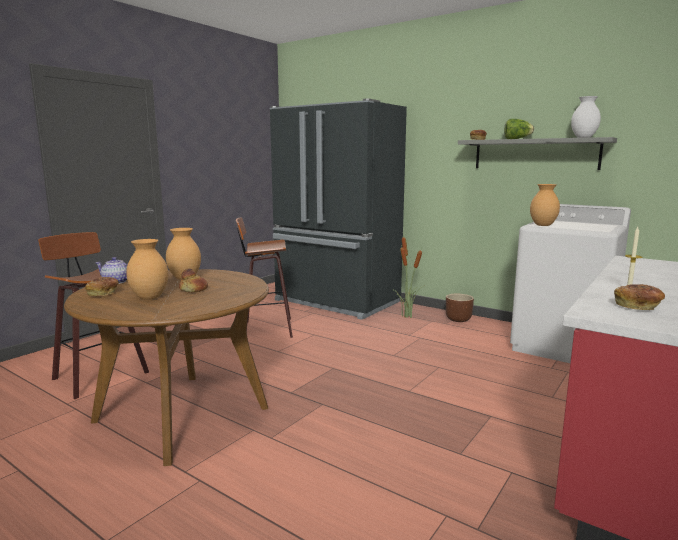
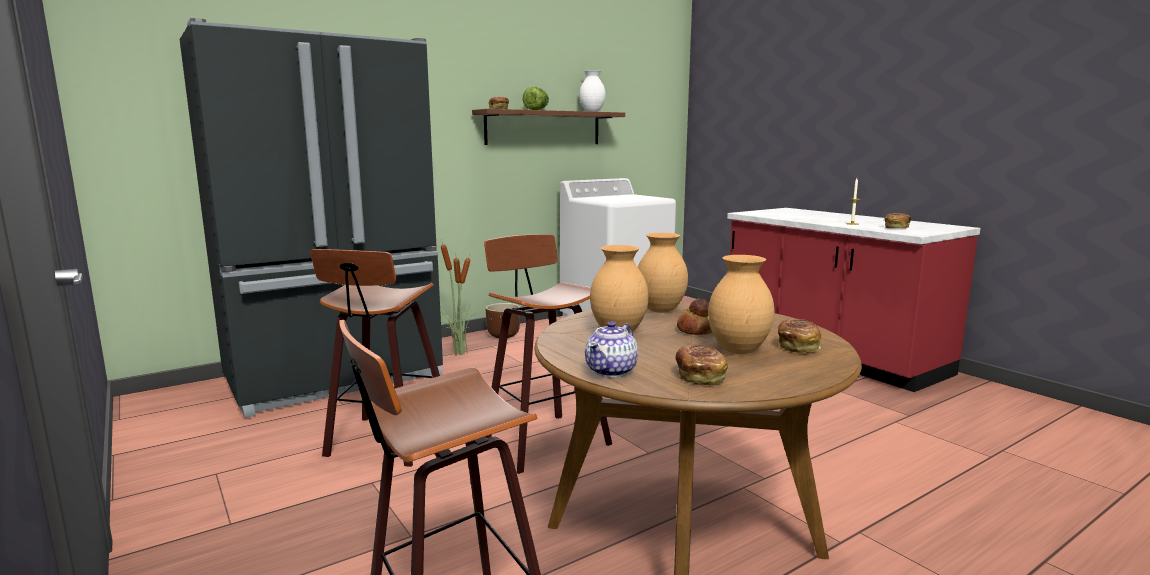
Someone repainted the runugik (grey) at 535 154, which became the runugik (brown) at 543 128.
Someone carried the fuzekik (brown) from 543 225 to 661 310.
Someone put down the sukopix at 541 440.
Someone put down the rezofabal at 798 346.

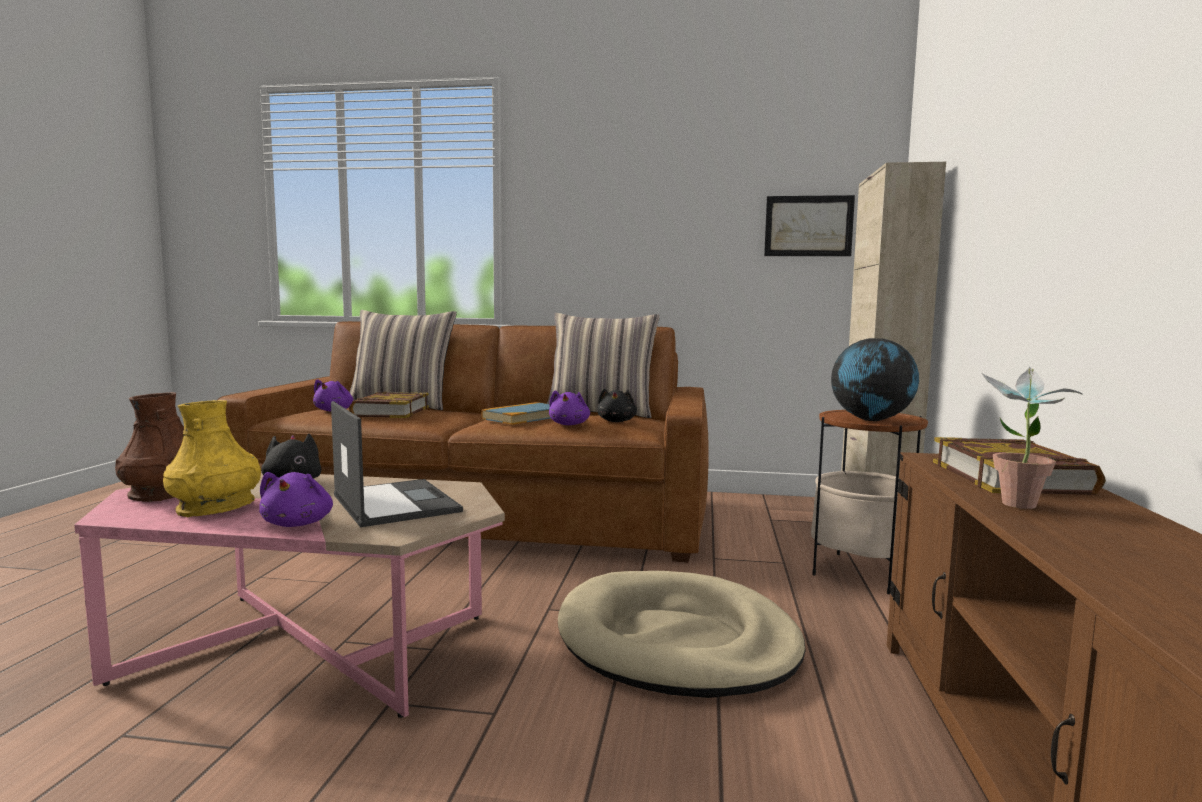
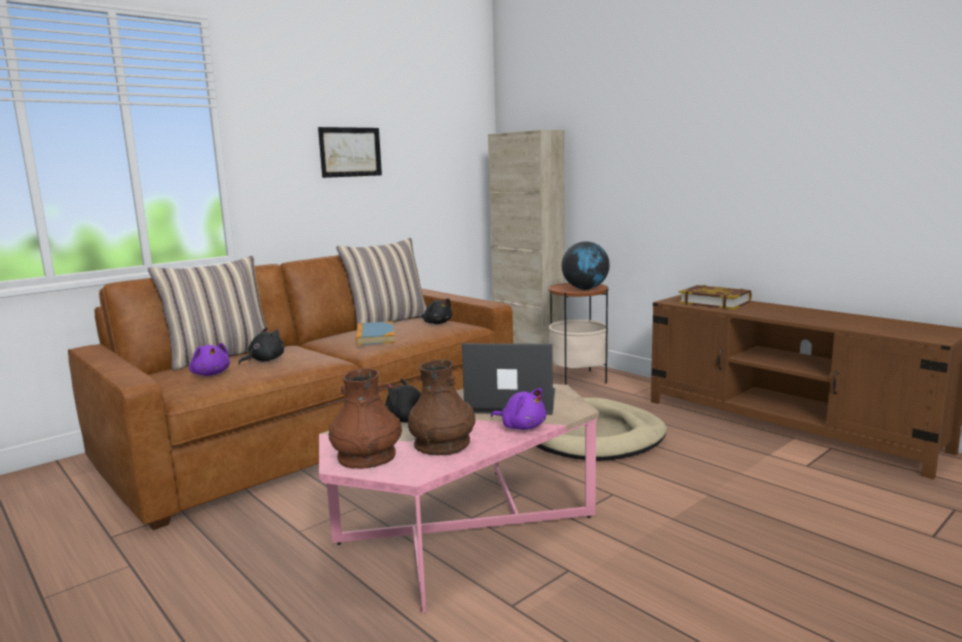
Someone carried the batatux from 808 226 to 350 152.
Someone took away the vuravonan at 1018 507.
Someone took away the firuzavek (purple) at 569 424.
Someone swapped the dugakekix at 390 412 for the firuzavek (black) at 264 360.
Someone repainted the fuzekik (yellow) at 216 507, which became the fuzekik (brown) at 442 444.

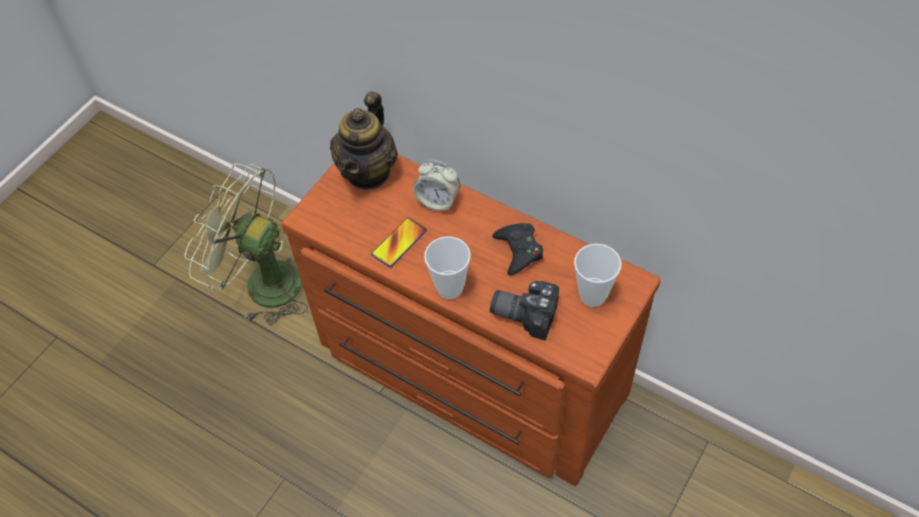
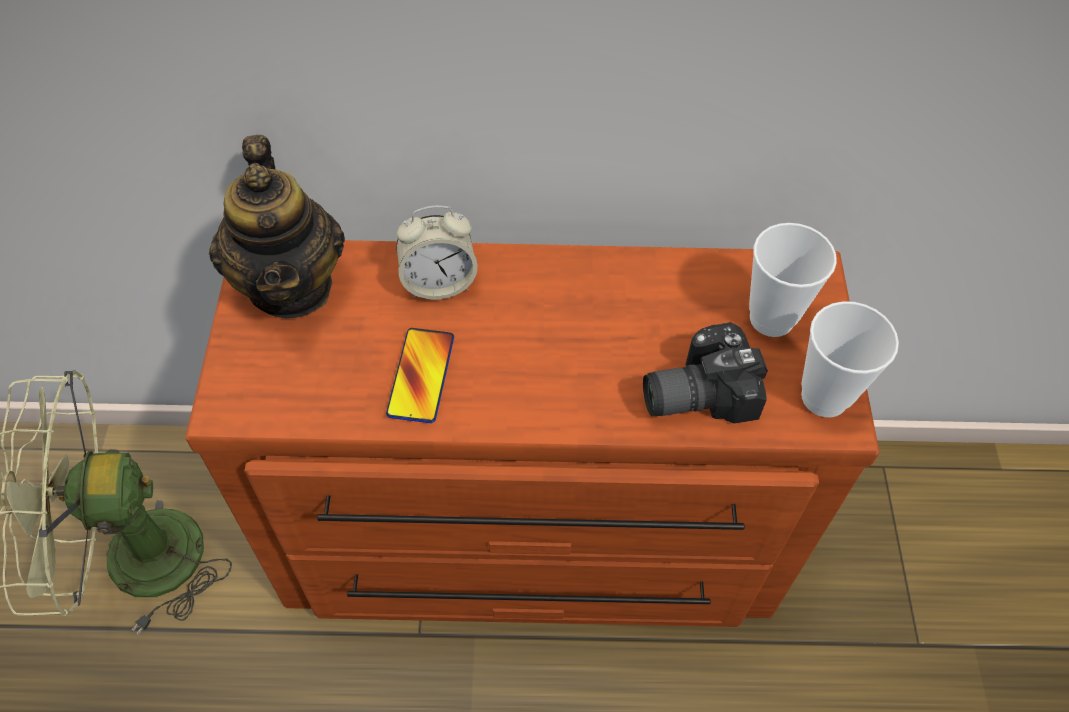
Someone took away the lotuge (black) at 519 250.
Someone carried the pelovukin from 449 288 to 824 397.

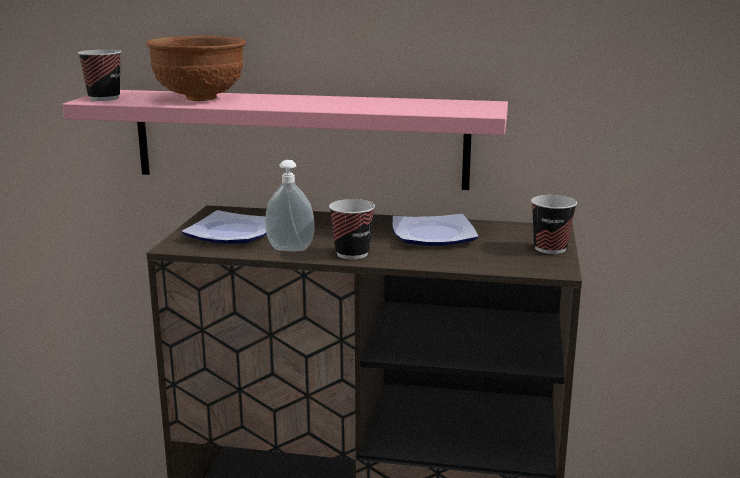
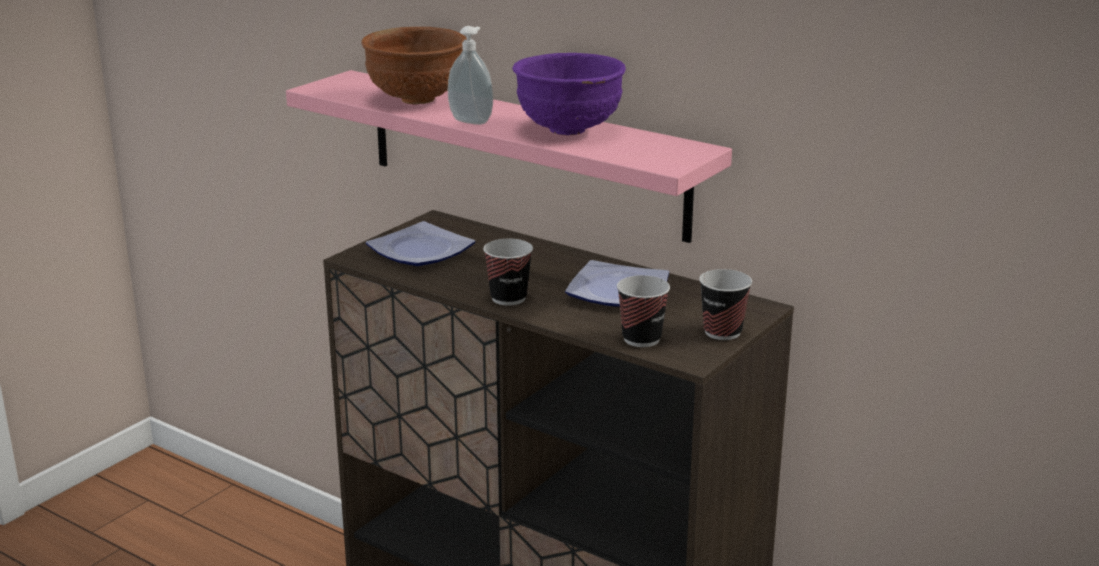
Someone carried the pelovukin from 104 98 to 641 339.
Someone carried the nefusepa from 291 248 to 472 121.
Someone put down the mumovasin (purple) at 569 130.

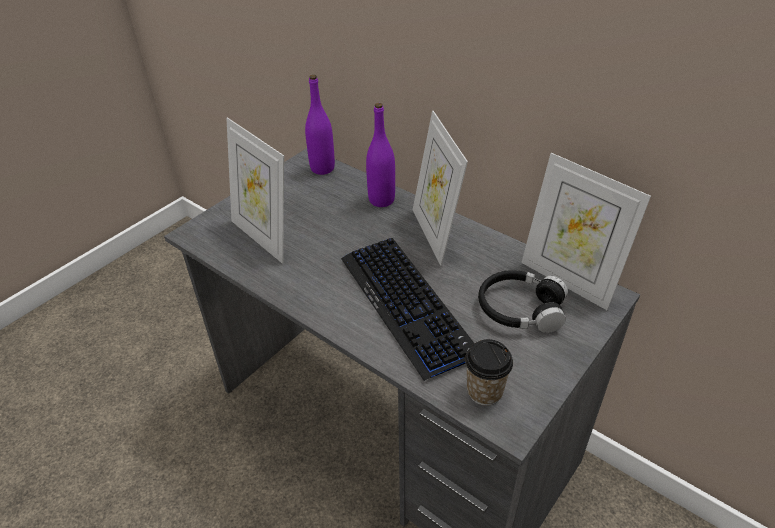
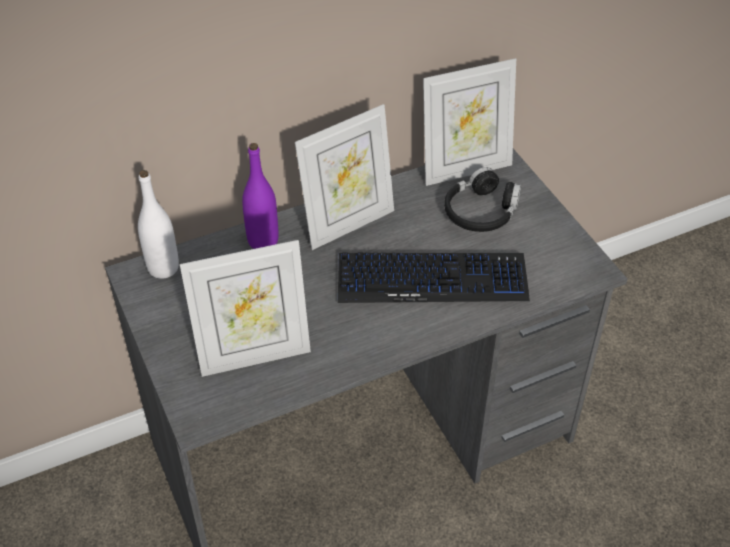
Someone repainted the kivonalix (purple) at 322 168, which became the kivonalix (white) at 163 268.
Someone rotated the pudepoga at 435 234 by 45 degrees counterclockwise.
Someone took away the pelovukin at 484 391.

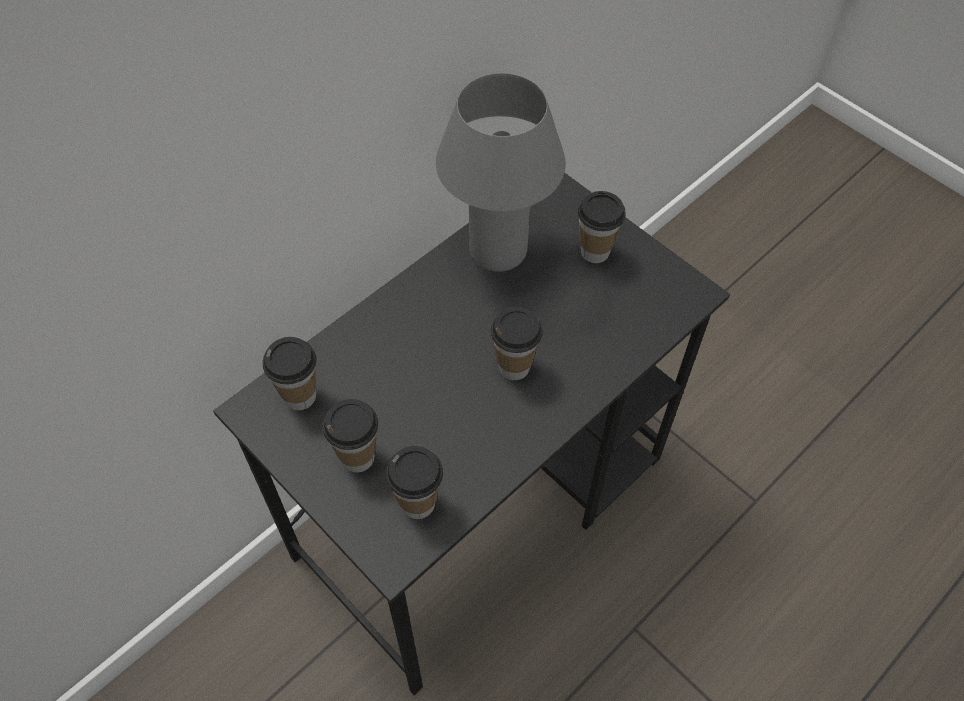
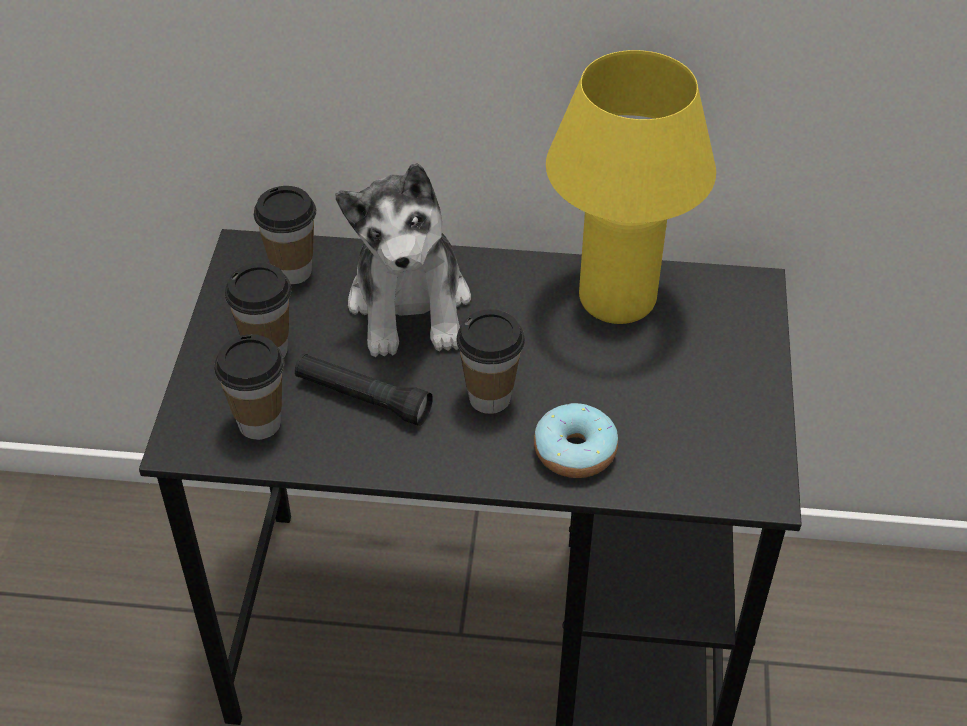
Someone repainted the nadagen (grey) at 498 251, which became the nadagen (yellow) at 617 299.
Someone took away the pelovukin at 595 252.
Someone put down the firuzavek at 410 305.
Someone put down the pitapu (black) at 363 398.
Someone put down the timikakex at 575 451.

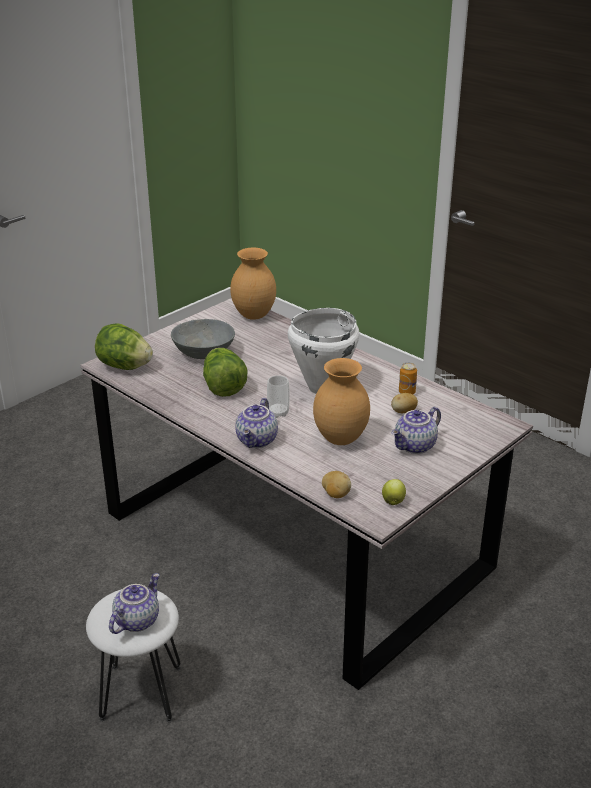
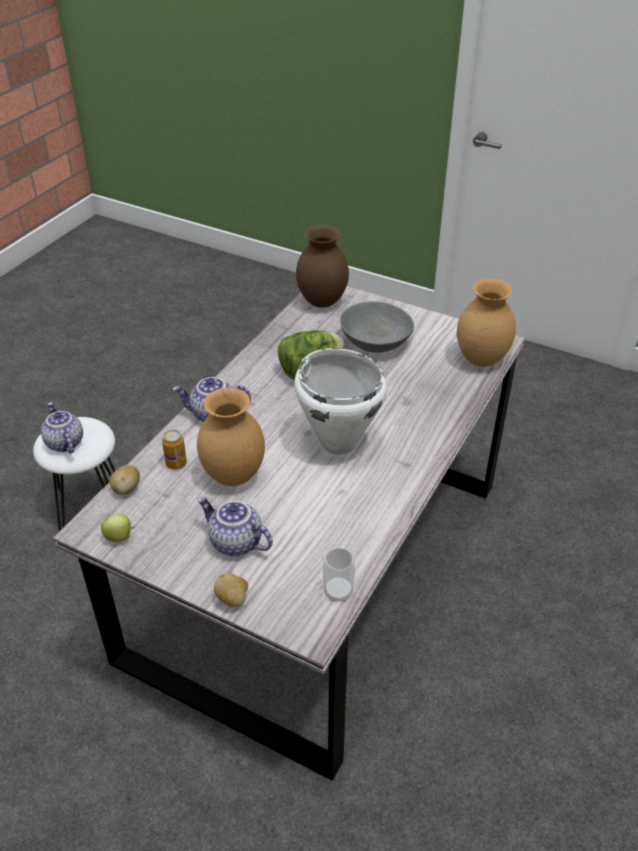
Someone swapped the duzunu at 124 366 for the fuzekik (brown) at 323 301.
Someone carried the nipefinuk from 407 392 to 176 463.
Someone carried the pelovukin from 278 413 to 338 592.
Someone carried the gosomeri from 403 412 to 232 599.
Someone rotated the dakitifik at 136 620 by 135 degrees counterclockwise.

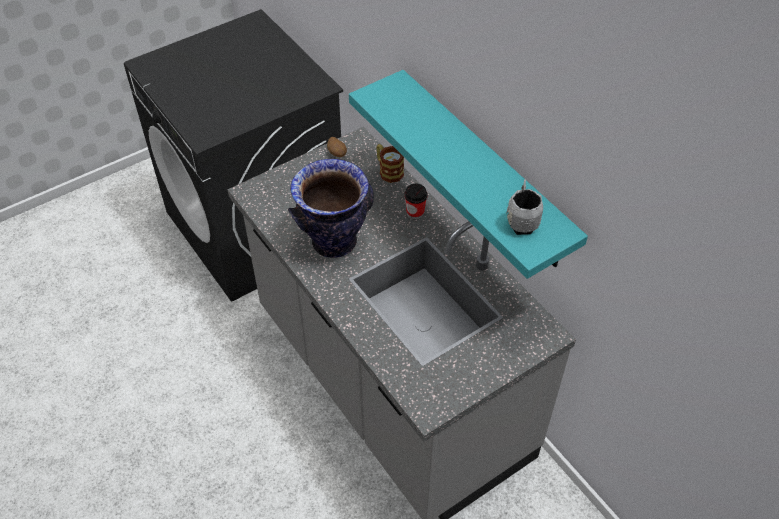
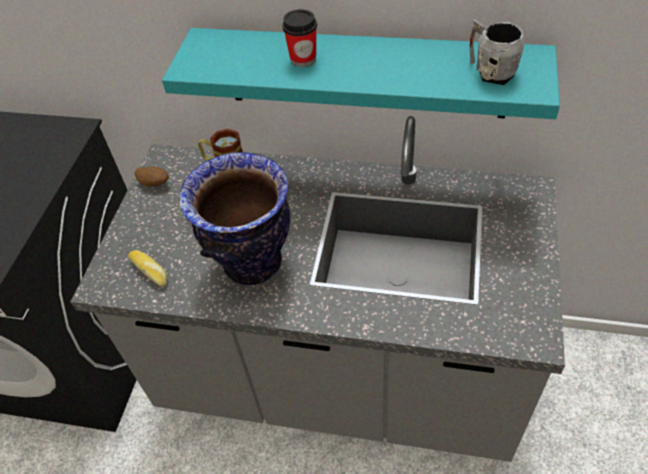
Someone carried the pelovukin from 415 213 to 303 59.
Someone put down the rezofabal at 151 271.

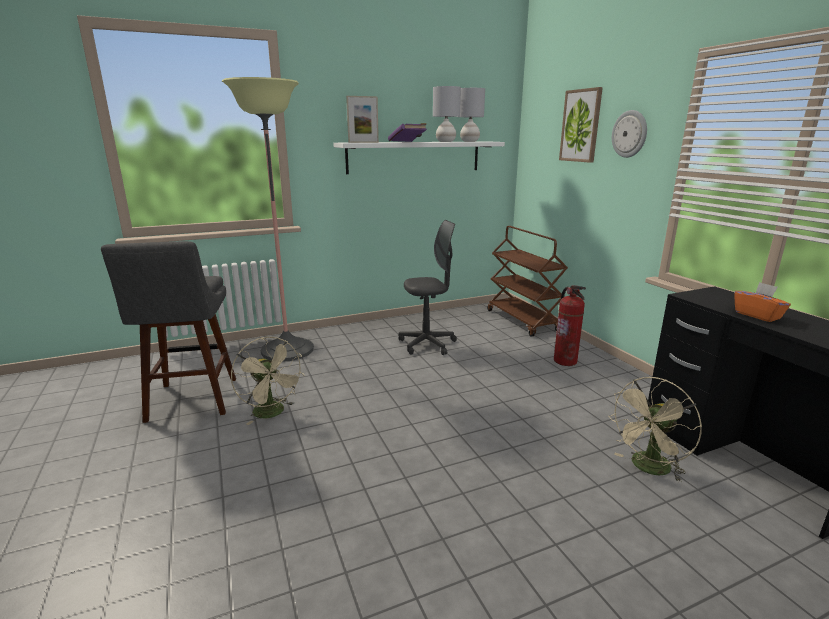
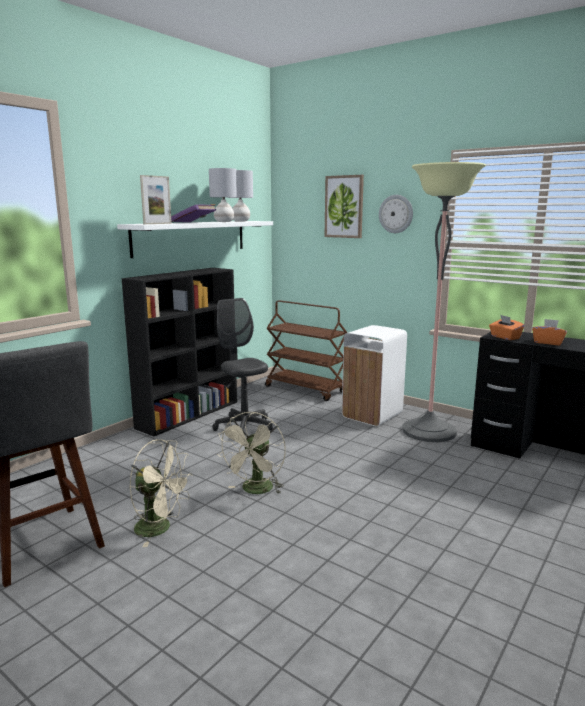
Someone carried the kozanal from 287 350 to 429 431.
Someone rotated the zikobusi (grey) at 427 344 by 75 degrees counterclockwise.
Someone swapped the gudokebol at 565 361 for the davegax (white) at 373 415.
Someone carried the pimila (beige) from 648 468 to 255 491.
Someone put down the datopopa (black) at 189 414.
Someone put down the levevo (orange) at 505 337.

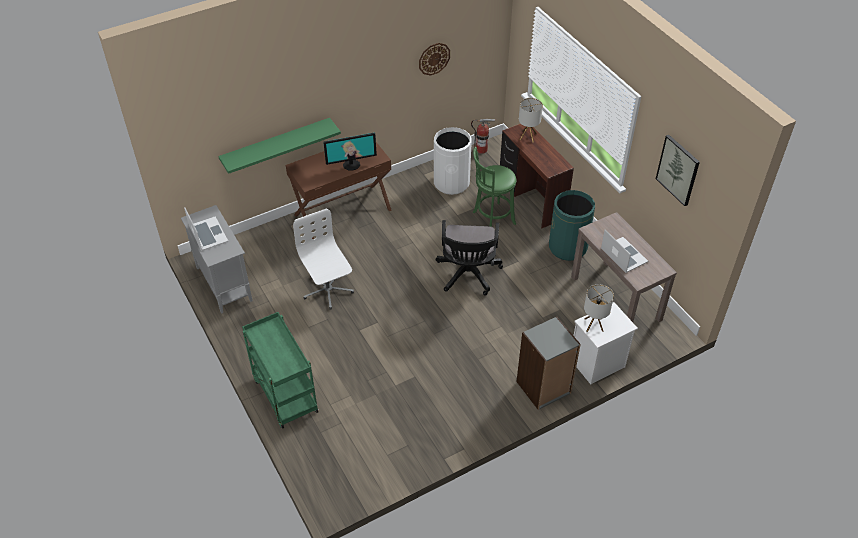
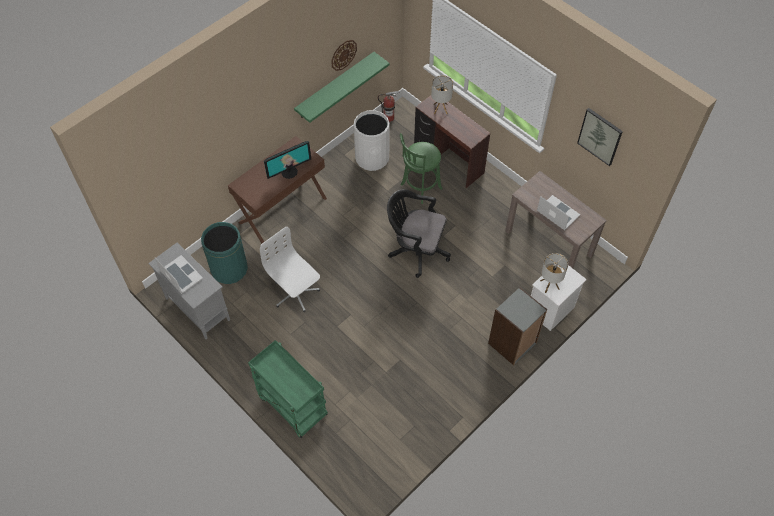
Someone carried the runugik (green) from 276 144 to 335 86.
Someone carried the davegax (green) from 568 247 to 229 269.
Someone rotated the zikobusi (black) at 468 275 by 120 degrees clockwise.

